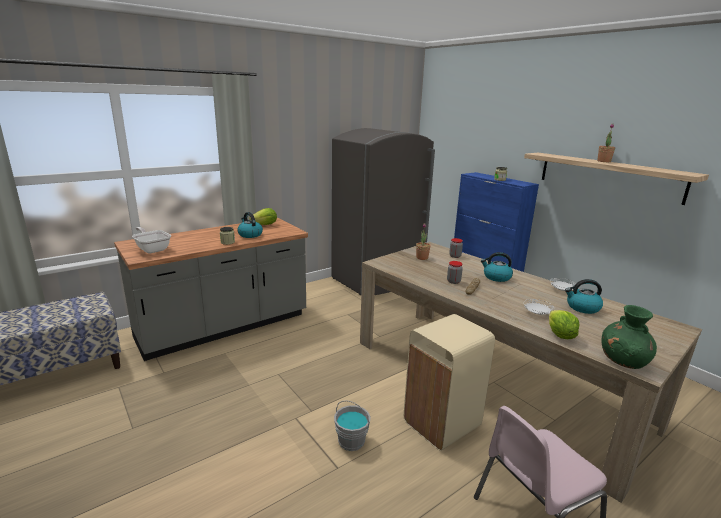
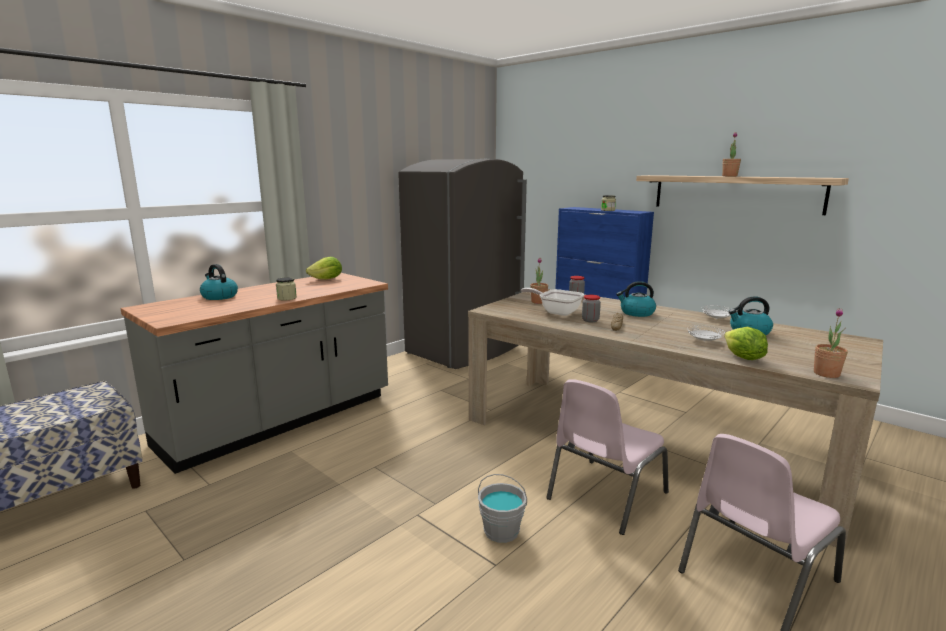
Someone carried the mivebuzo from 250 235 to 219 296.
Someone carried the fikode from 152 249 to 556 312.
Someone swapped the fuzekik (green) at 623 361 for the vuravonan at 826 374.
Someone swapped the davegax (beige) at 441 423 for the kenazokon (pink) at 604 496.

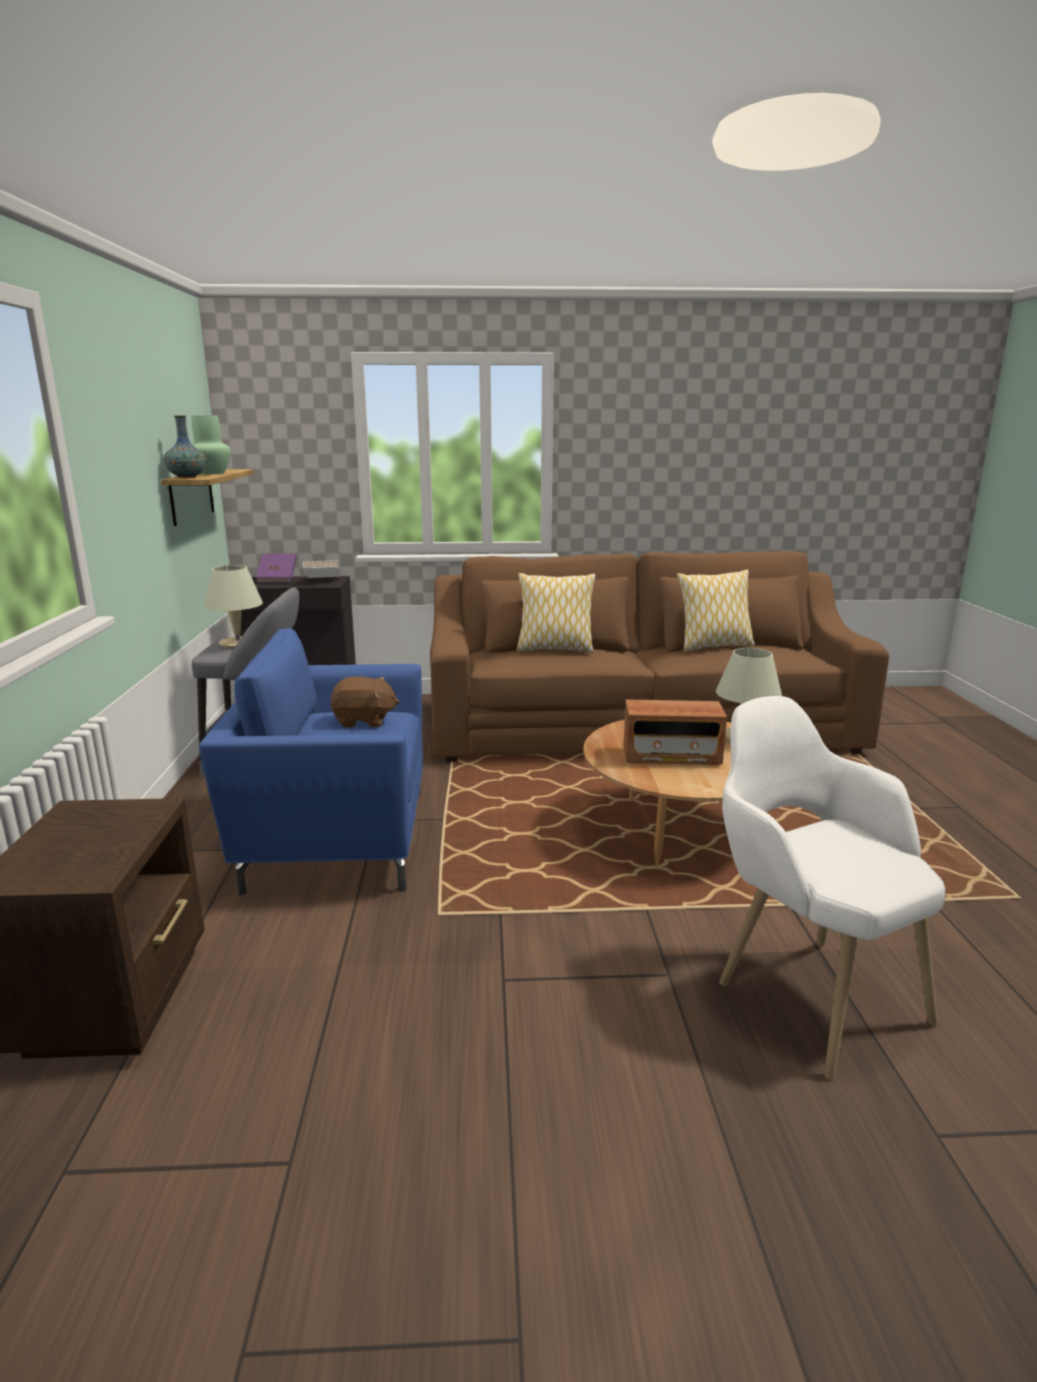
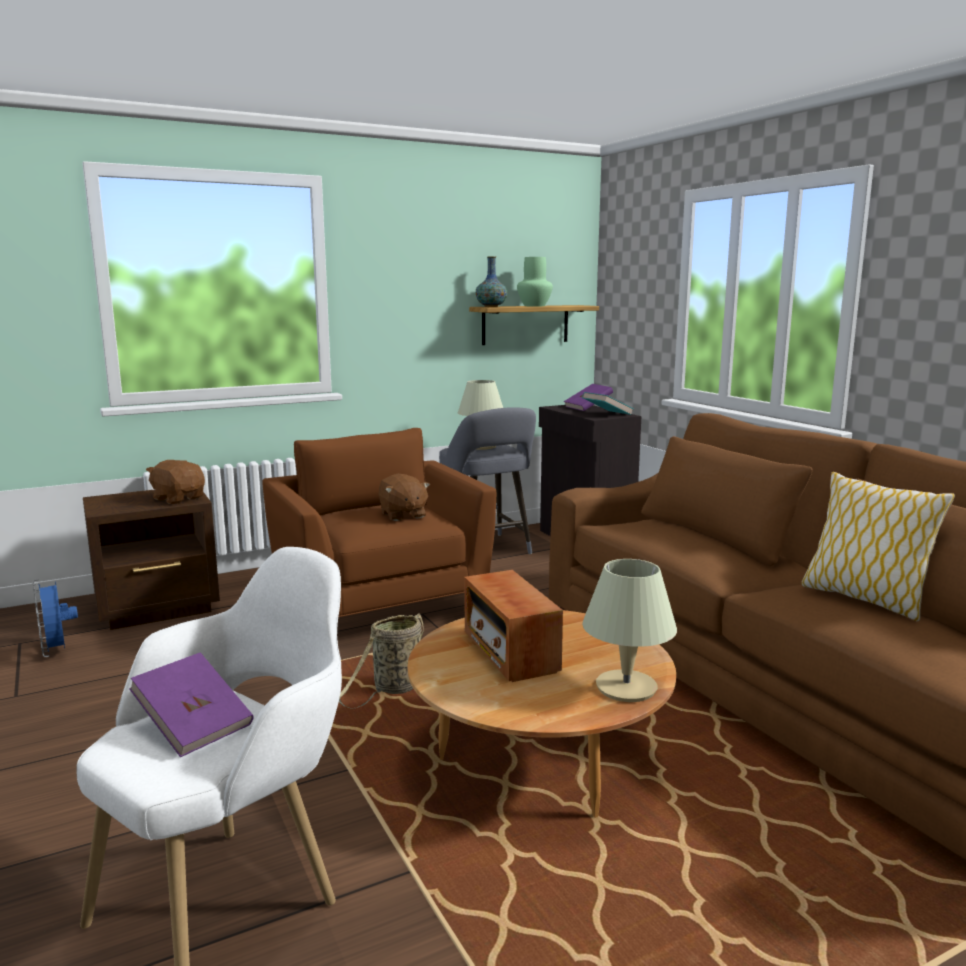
Someone repainted the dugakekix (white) at 323 580, which became the dugakekix (turquoise) at 607 414.
Someone took away the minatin at 555 649.
Someone repainted the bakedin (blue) at 335 838, which became the bakedin (brown) at 380 608.
Someone put down the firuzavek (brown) at 179 498.
Someone put down the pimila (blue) at 57 651.
Someone put down the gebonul at 395 688.
Someone put down the dugakekix (purple) at 194 725.

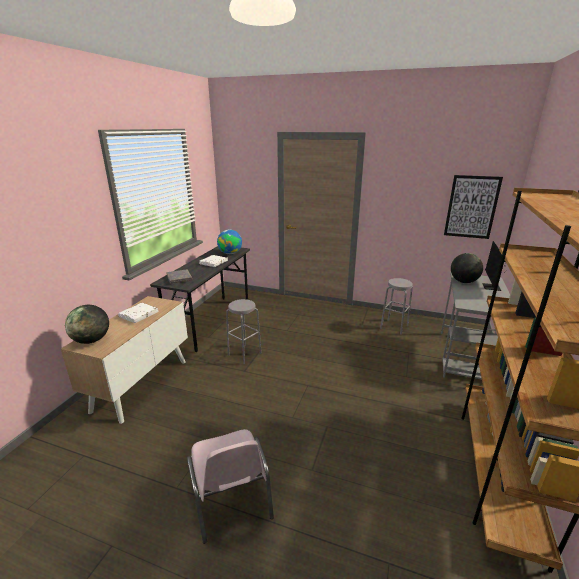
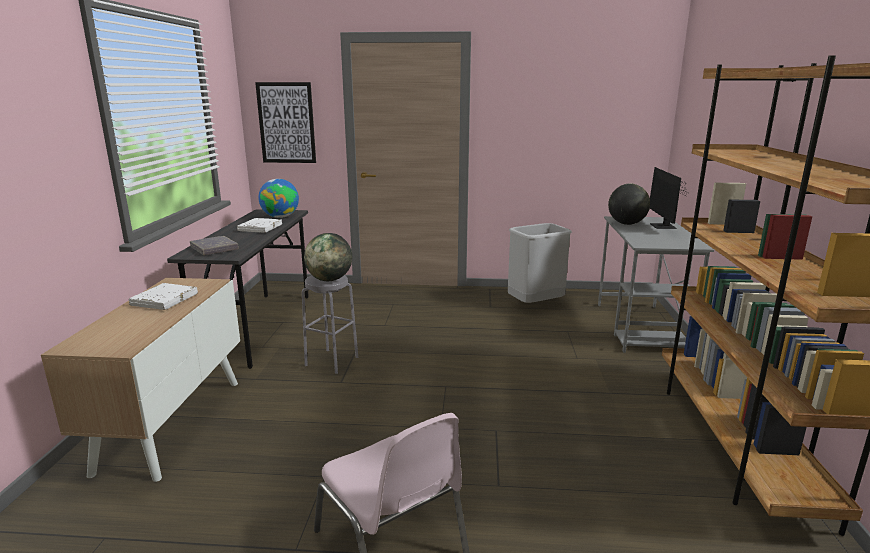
Someone carried the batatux from 471 207 to 286 123.
Someone swapped the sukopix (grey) at 394 327 for the davegax (grey) at 535 304.
Someone carried the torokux from 91 340 to 329 280.

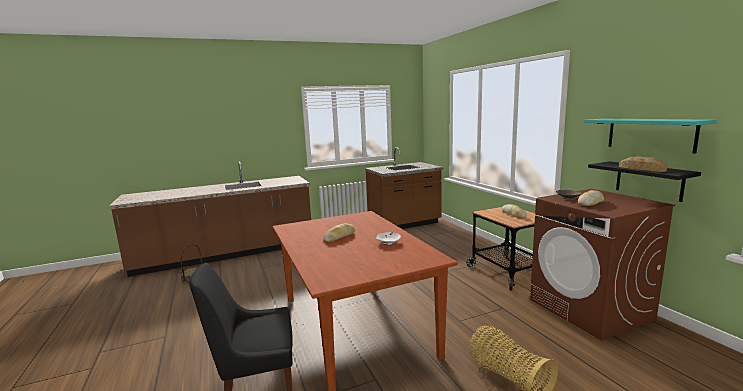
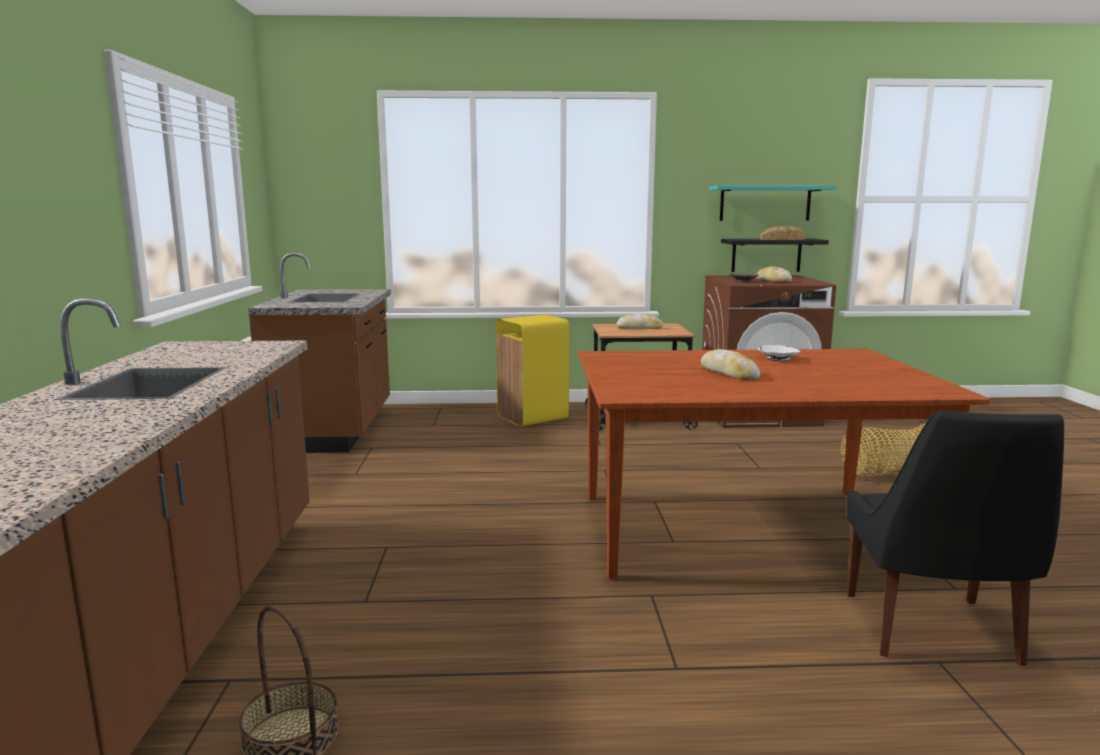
Someone put down the davegax (yellow) at 532 417.

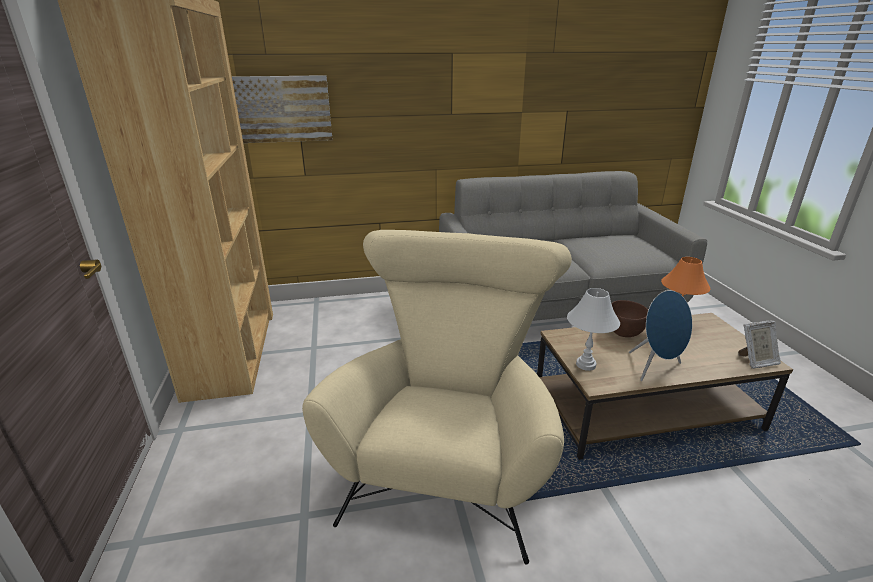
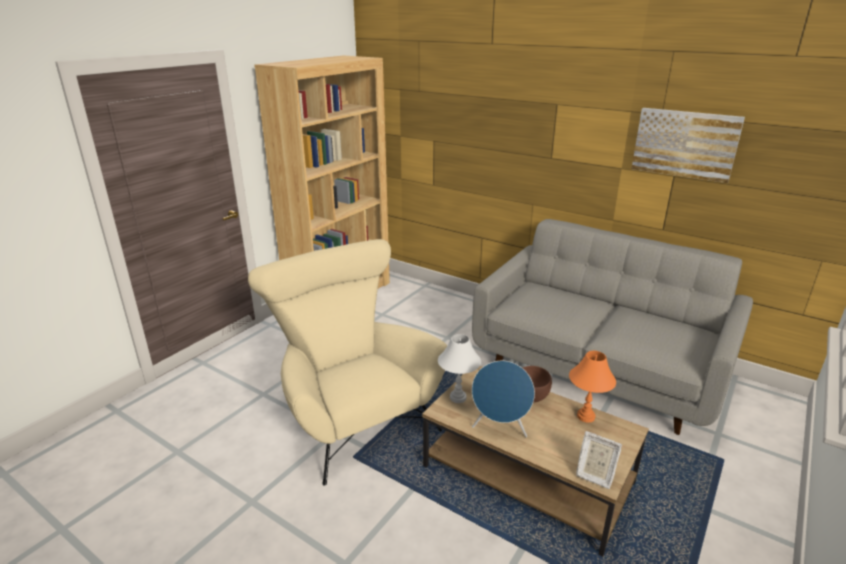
Someone carried the batatux from 283 109 to 685 144.
Someone rotated the bakedin (beige) at 446 462 by 90 degrees counterclockwise.

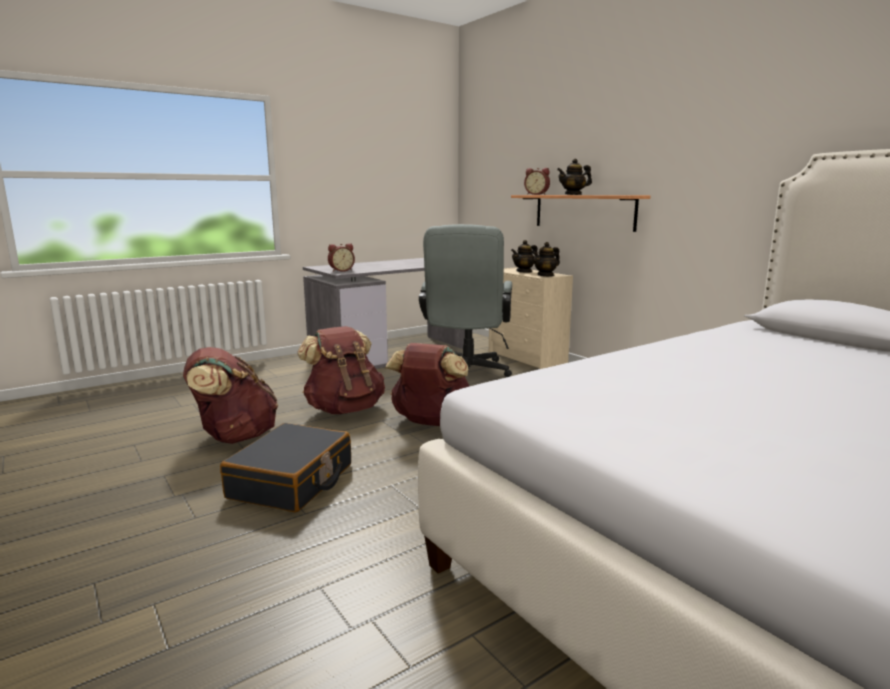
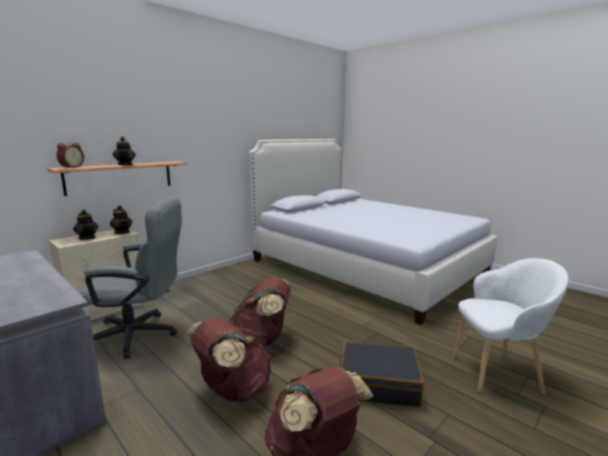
Someone took away the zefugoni at 341 270.
Someone put down the bakedin (white) at 498 373.

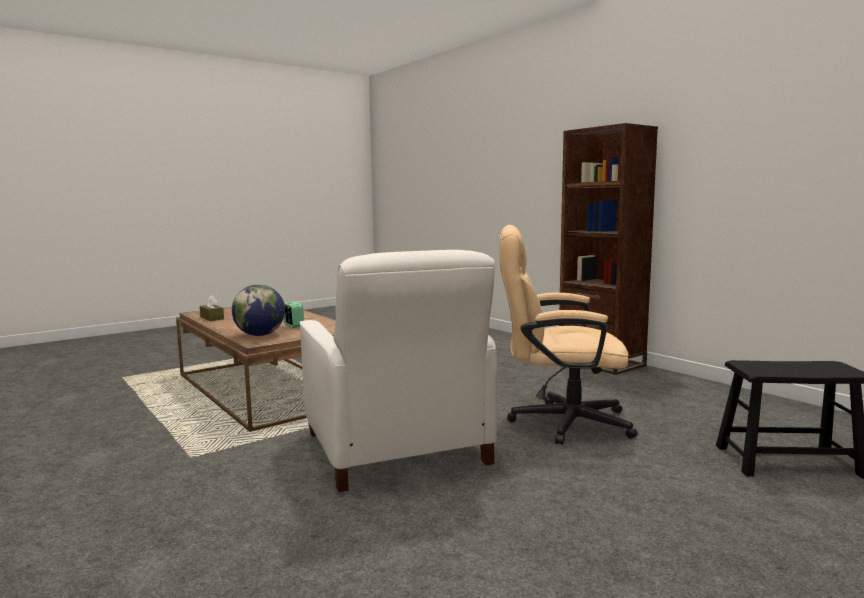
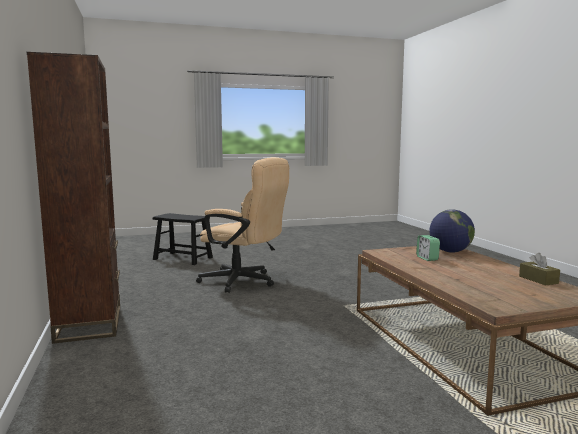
Someone took away the bakedin (white) at 396 449.

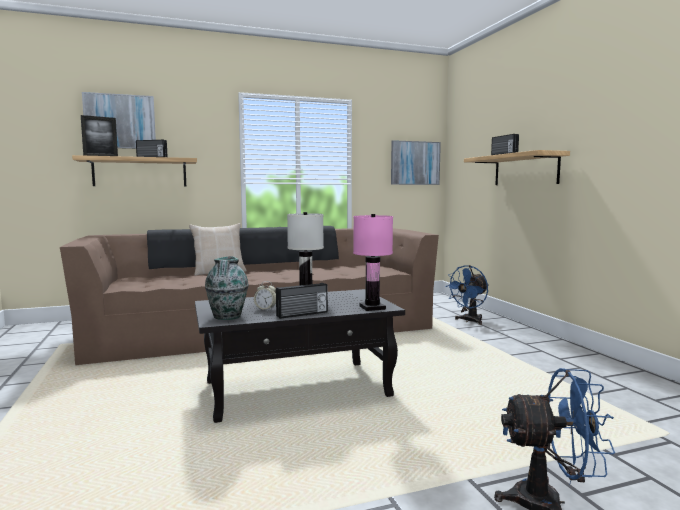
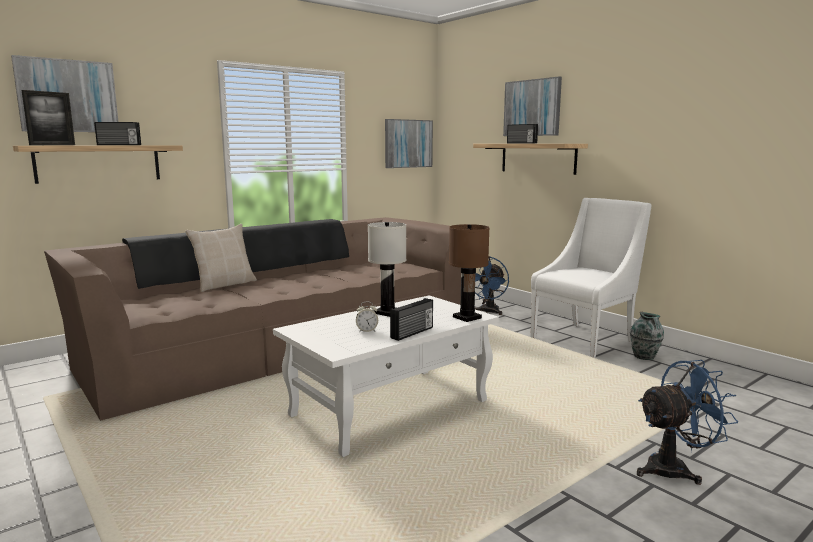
Someone repainted the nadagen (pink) at 372 307, which became the nadagen (brown) at 466 317.
Someone carried the fuzekik from 227 317 to 644 357.
Someone repainted the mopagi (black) at 298 389, which became the mopagi (white) at 391 408.
Someone put up the batatux at 532 108.
Someone put down the bakedin (white) at 584 339.

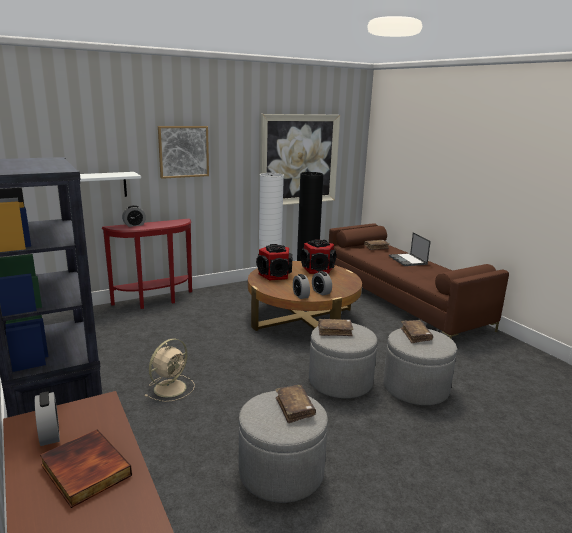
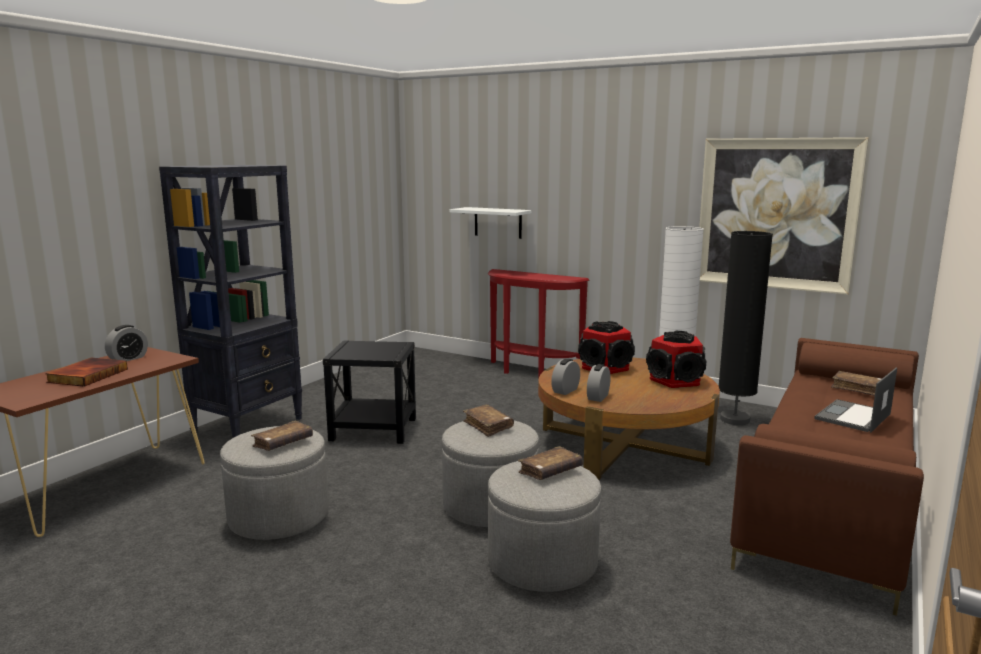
Someone took away the batatux at 183 151.
Someone took away the zefugoni at 134 225.
Someone swapped the pimila (beige) at 171 387 for the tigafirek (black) at 374 430.

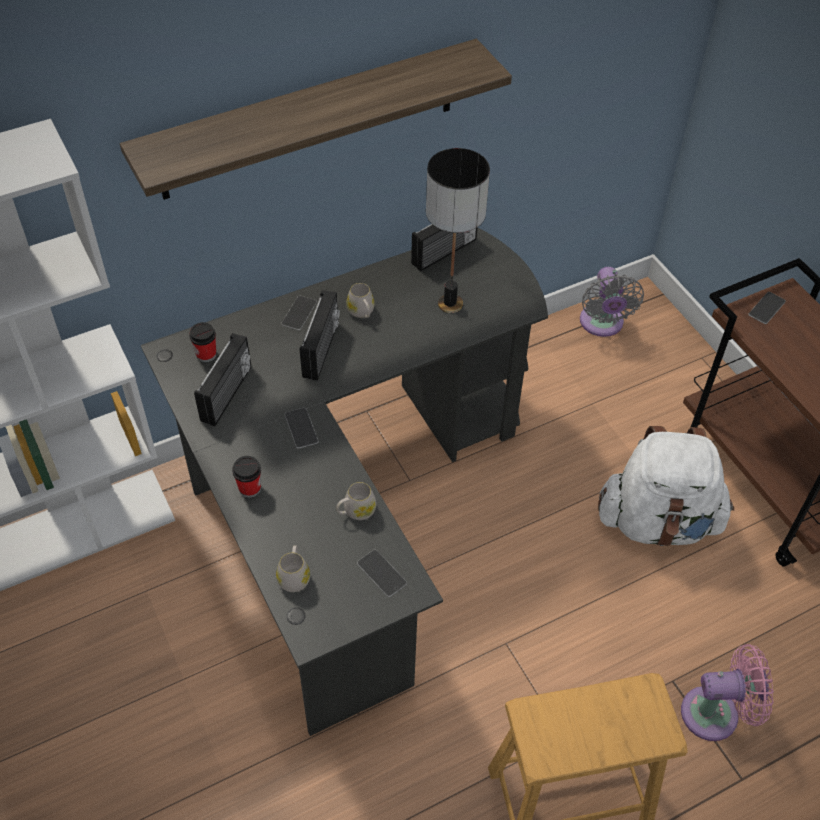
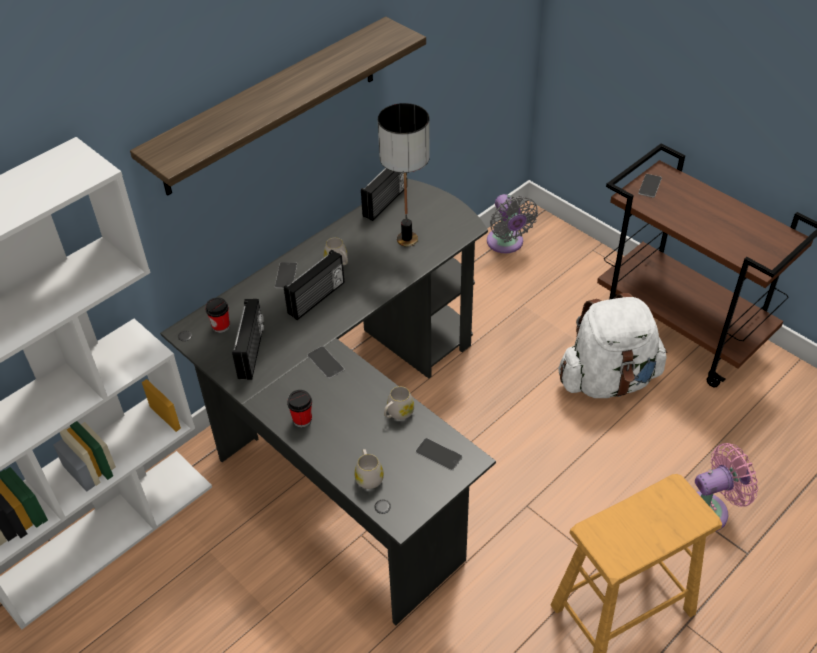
Someone rotated the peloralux at 322 350 by 45 degrees clockwise.

